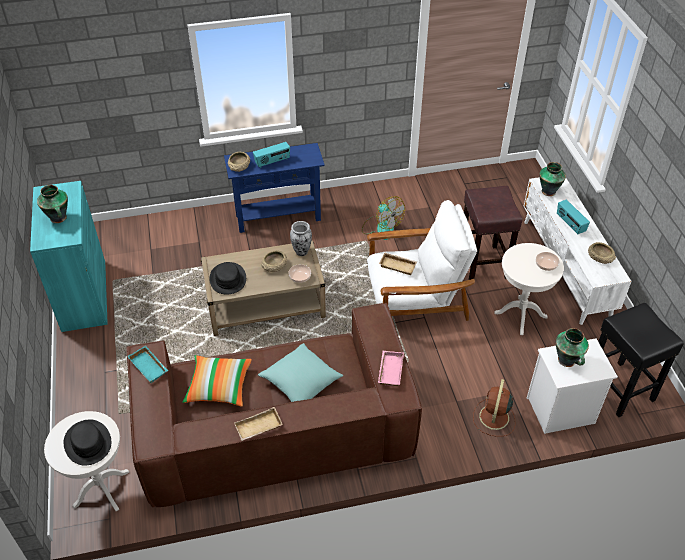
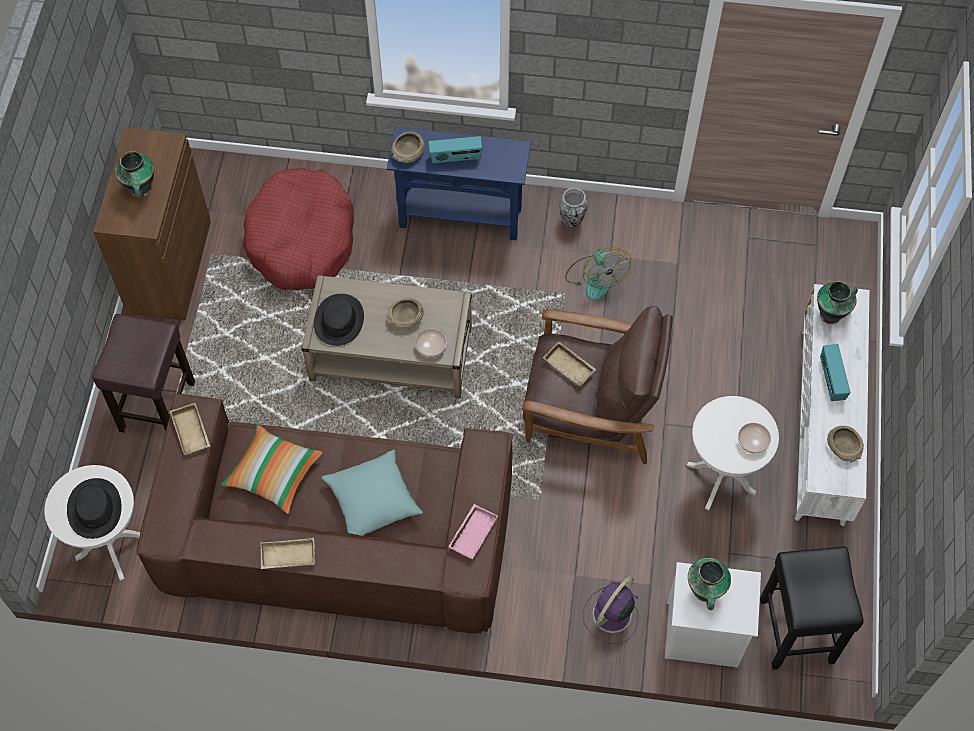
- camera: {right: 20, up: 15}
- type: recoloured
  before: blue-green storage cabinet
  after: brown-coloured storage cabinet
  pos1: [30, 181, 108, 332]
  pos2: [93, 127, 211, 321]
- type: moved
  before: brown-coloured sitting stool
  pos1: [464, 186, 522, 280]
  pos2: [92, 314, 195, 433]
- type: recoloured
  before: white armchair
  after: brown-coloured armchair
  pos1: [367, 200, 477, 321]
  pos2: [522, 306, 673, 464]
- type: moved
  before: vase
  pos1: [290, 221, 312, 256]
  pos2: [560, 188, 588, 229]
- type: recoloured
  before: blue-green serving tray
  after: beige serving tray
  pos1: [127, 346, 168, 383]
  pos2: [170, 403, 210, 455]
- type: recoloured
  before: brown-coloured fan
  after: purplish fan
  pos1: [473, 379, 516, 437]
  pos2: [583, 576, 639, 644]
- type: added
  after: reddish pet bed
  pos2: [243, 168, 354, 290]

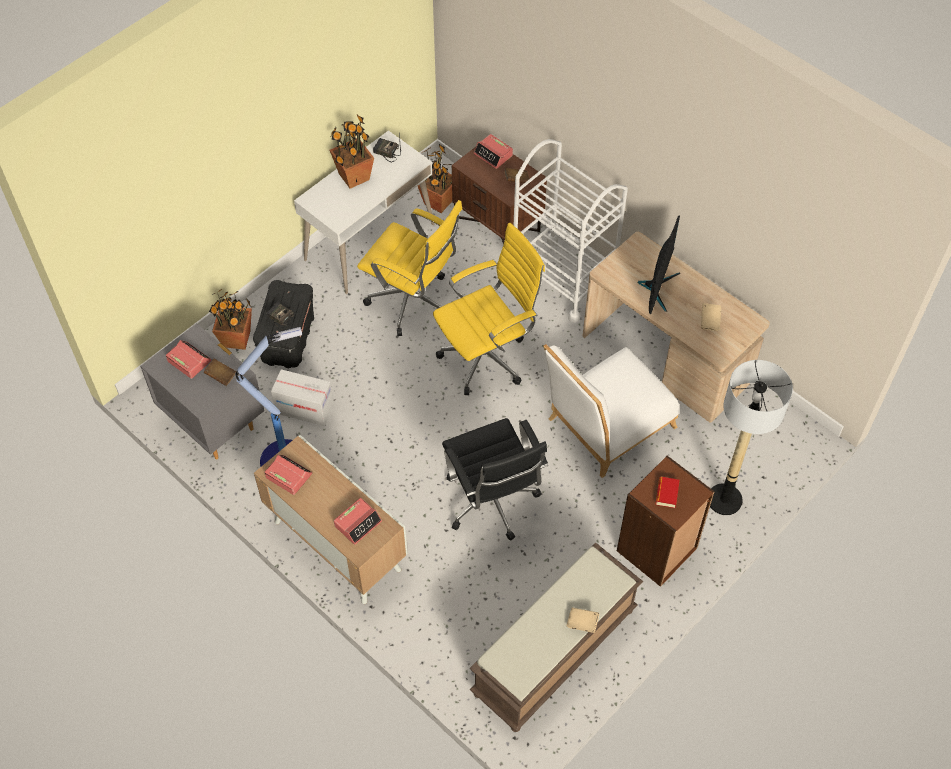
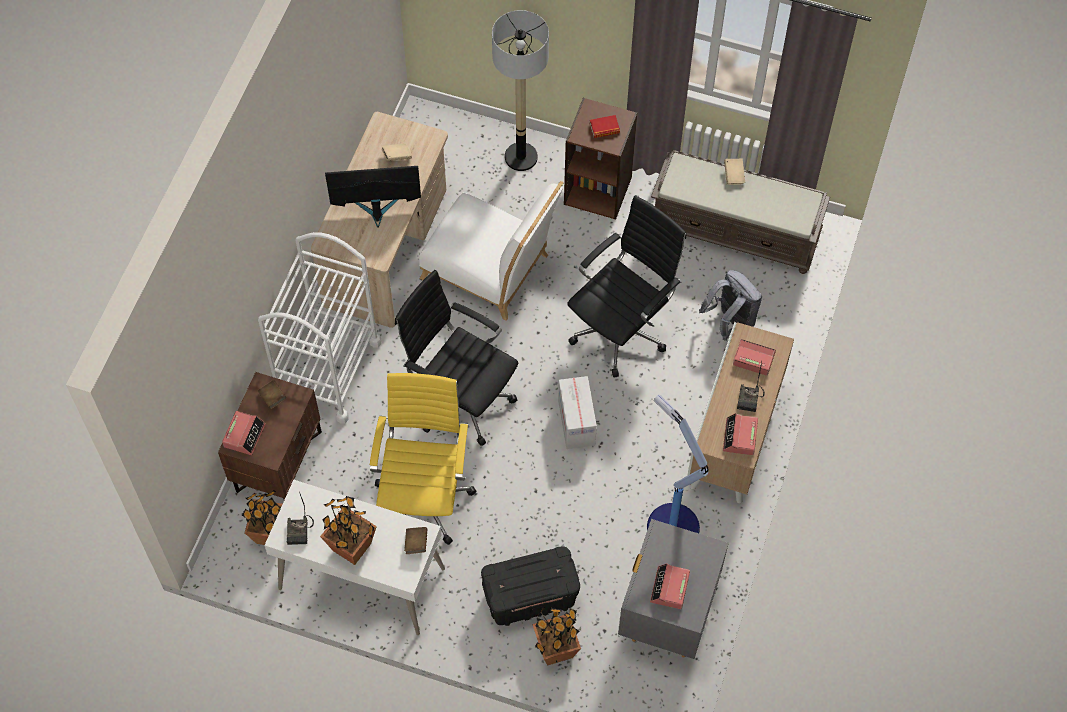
- camera: {right: -115, up: 5}
- type: recoloured
  before: yellowish office chair
  after: blackish office chair
  pos1: [433, 223, 545, 395]
  pos2: [395, 270, 518, 446]
- type: moved
  before: radio set
  pos1: [266, 302, 294, 330]
  pos2: [737, 361, 765, 412]
- type: moved
  before: brown-coloured bound book
  pos1: [204, 359, 236, 386]
  pos2: [404, 527, 428, 554]
- type: moved
  before: packing box
  pos1: [271, 369, 334, 426]
  pos2: [558, 376, 597, 449]
- type: added
  after: grey rucksack
  pos2: [699, 270, 762, 341]

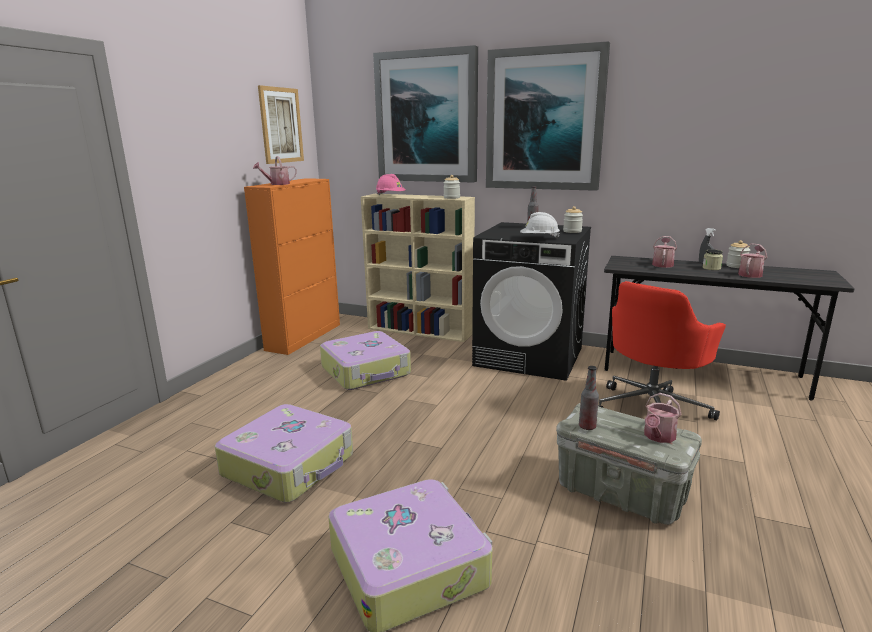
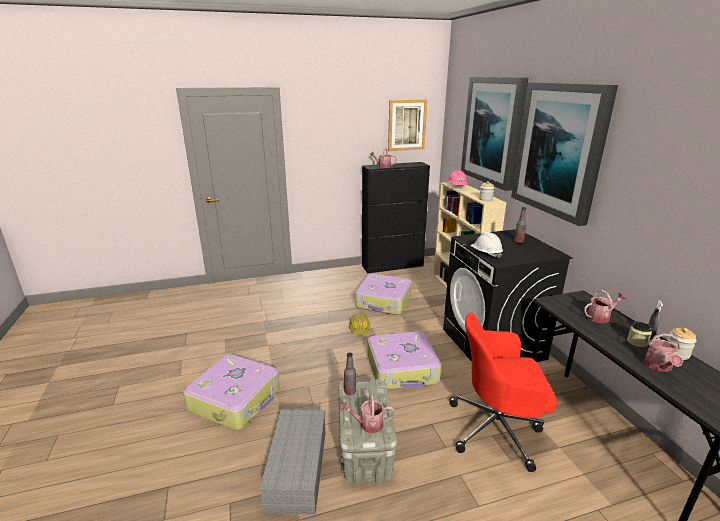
- camera: {right: 50, up: 5}
- type: recoloured
  before: orange-coloured storage cabinet
  after: blackish storage cabinet
  pos1: [244, 178, 340, 355]
  pos2: [362, 162, 430, 273]
- type: removed
  before: storage jar
  pos1: [563, 206, 583, 233]
- type: turned
  before: sprinkling can
  pos1: [738, 243, 767, 278]
  pos2: [644, 333, 684, 372]
  turn: 105
- type: moved
  before: suitcase
  pos1: [215, 404, 353, 502]
  pos2: [367, 331, 442, 390]
- type: added
  after: safety helmet
  pos2: [349, 313, 370, 335]
- type: added
  after: grey storage bin
  pos2: [259, 410, 325, 515]

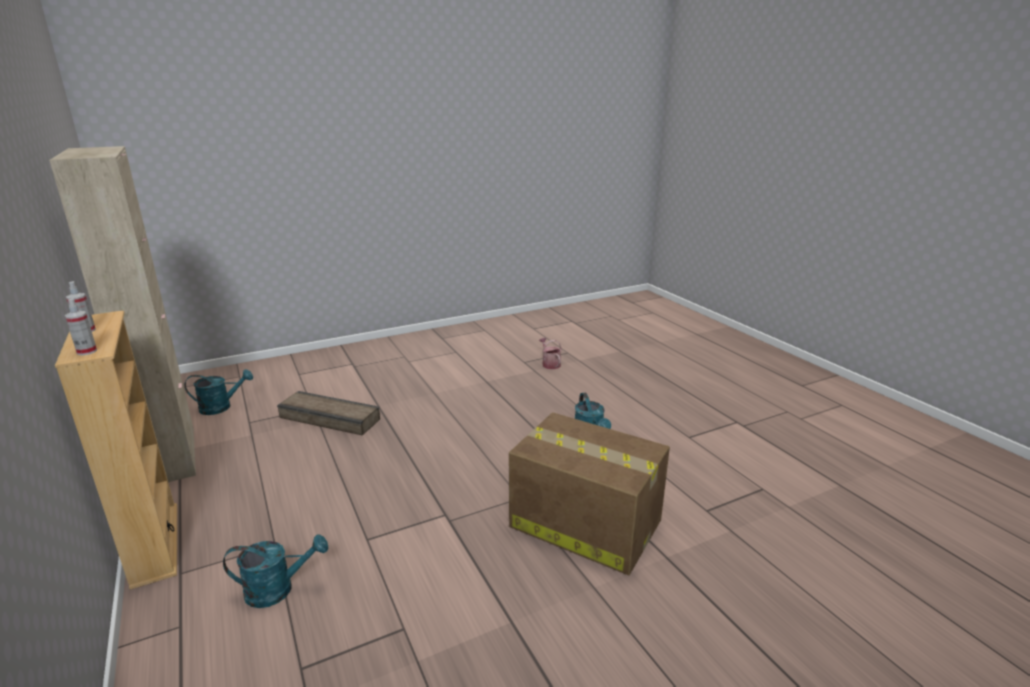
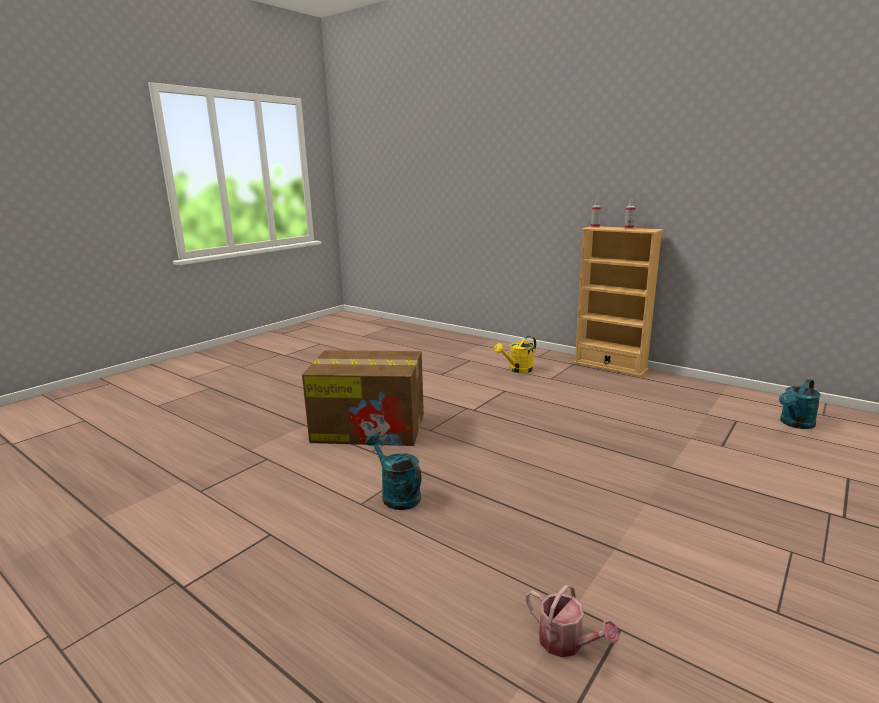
- camera: {right: 155, up: -5}
- type: removed
  before: beige storage cabinet
  pos1: [49, 146, 196, 482]
- type: removed
  before: crate
  pos1: [277, 391, 380, 435]
- type: recoloured
  before: blue-green sprinkling can
  after: yellowish sprinkling can
  pos1: [223, 535, 328, 608]
  pos2: [494, 336, 536, 373]

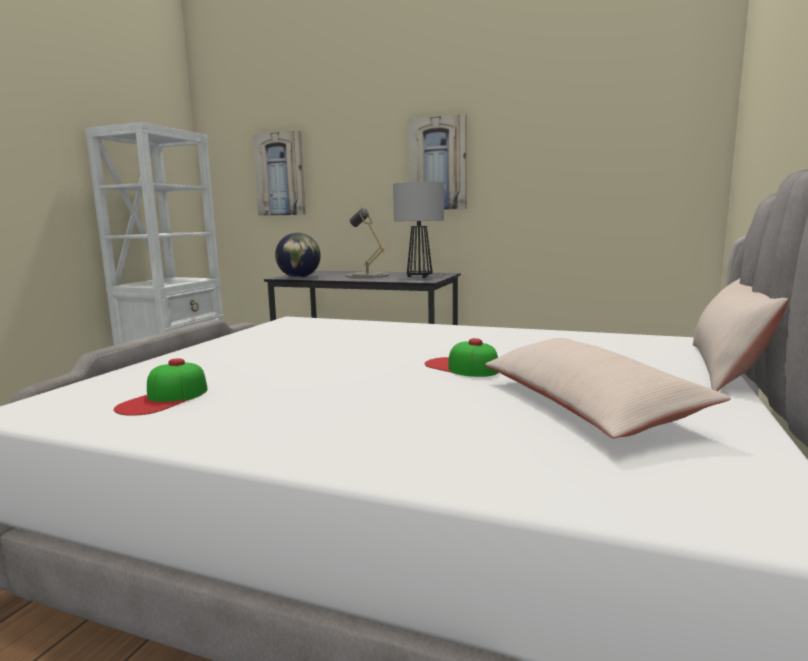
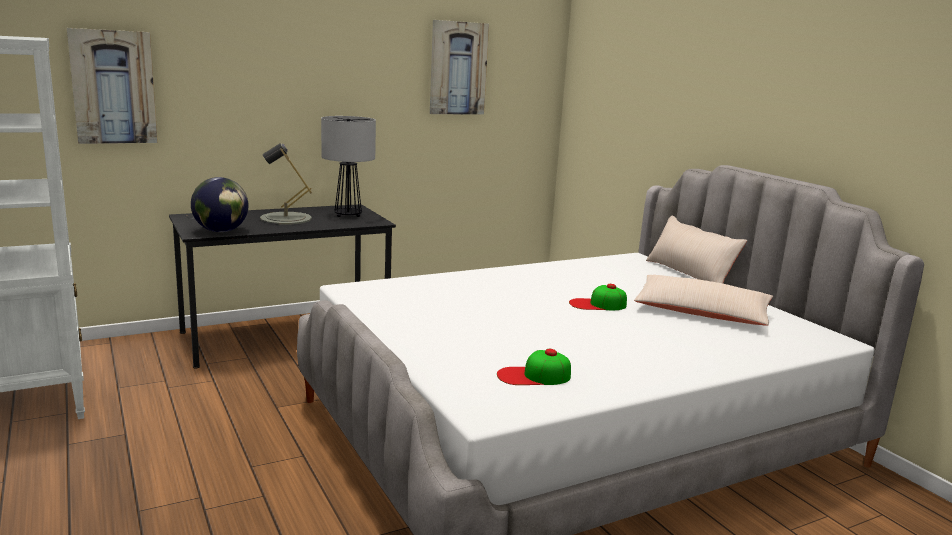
- camera: {right: -50, up: 5}
- type: moved
  before: wall art
  pos1: [408, 114, 467, 210]
  pos2: [430, 20, 489, 115]
- type: turned
  before: peaked cap
  pos1: [114, 358, 208, 416]
  pos2: [497, 349, 571, 385]
  turn: 105

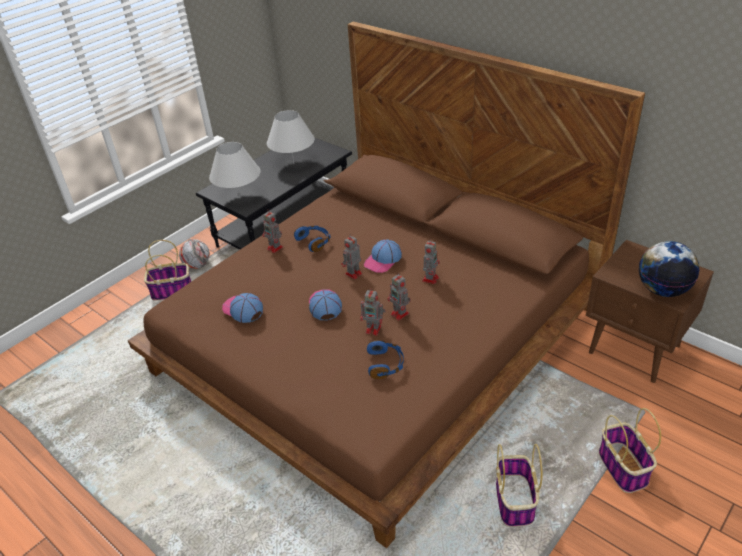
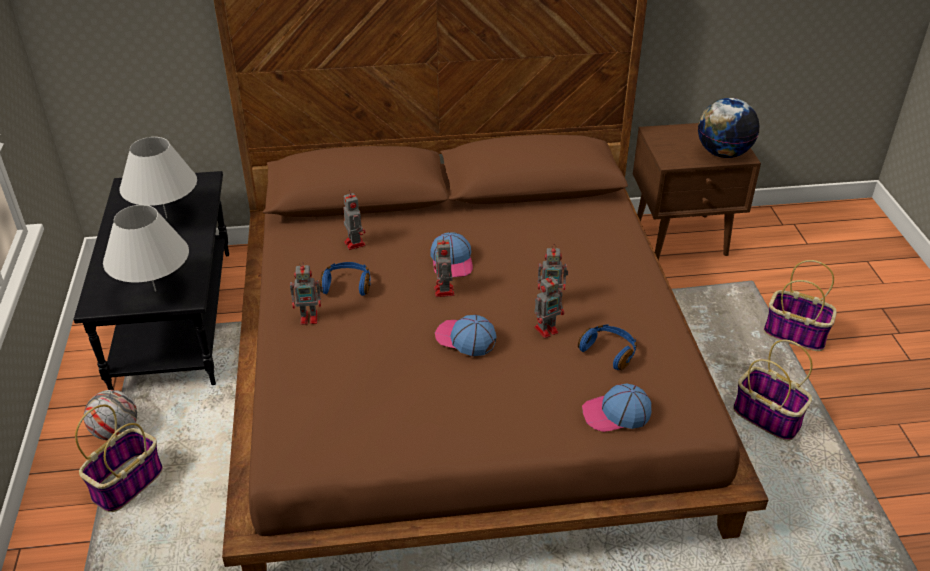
- camera: {right: -50, up: 0}
- type: moved
  before: model robot
  pos1: [422, 238, 440, 284]
  pos2: [343, 190, 366, 250]
- type: moved
  before: peaked cap
  pos1: [222, 293, 263, 323]
  pos2: [582, 383, 651, 432]

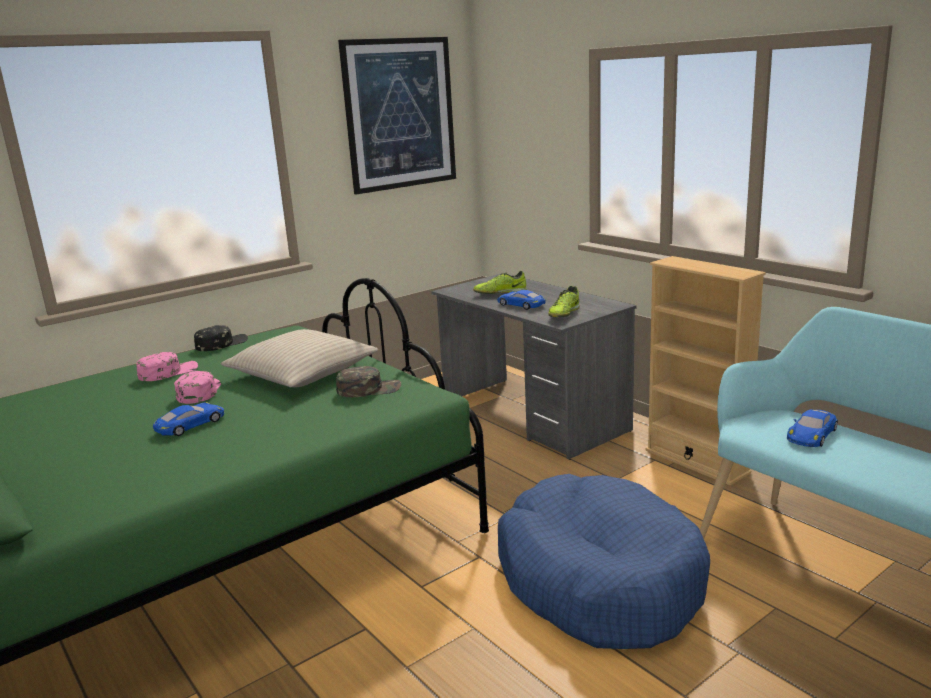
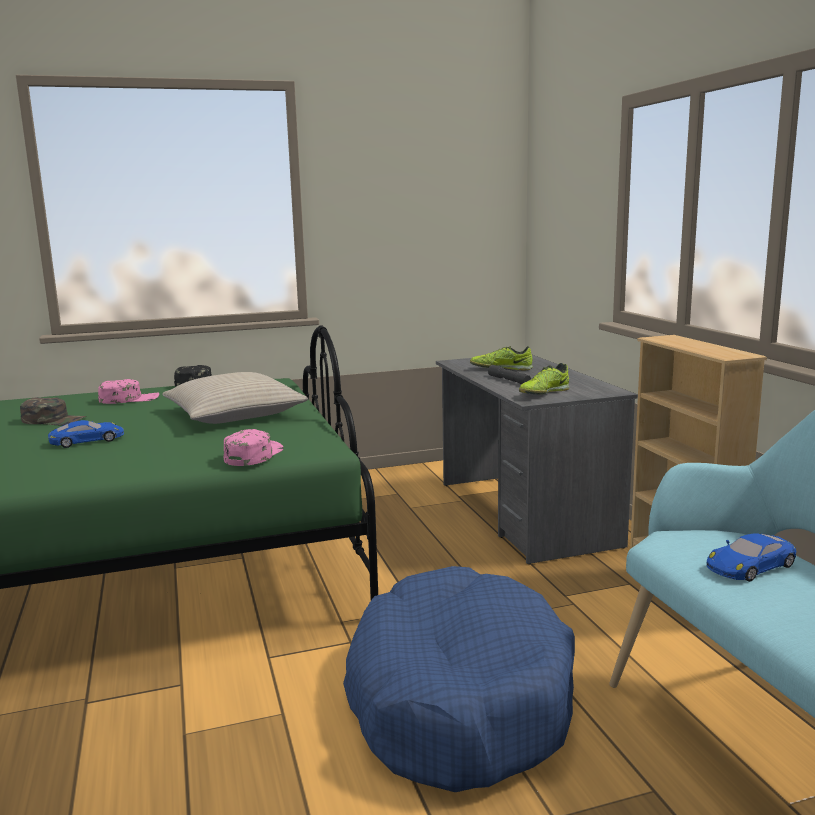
- camera: {right: 20, up: -5}
- type: removed
  before: wall art
  pos1: [338, 37, 456, 195]
- type: replaced
  before: bluish miniature car
  after: grey hand torch
  pos1: [497, 290, 545, 310]
  pos2: [488, 365, 531, 384]
- type: moved
  before: greenish peaked cap
  pos1: [336, 366, 401, 397]
  pos2: [20, 397, 87, 426]
- type: moved
  before: pinkish peaked cap
  pos1: [174, 371, 221, 404]
  pos2: [223, 429, 284, 466]

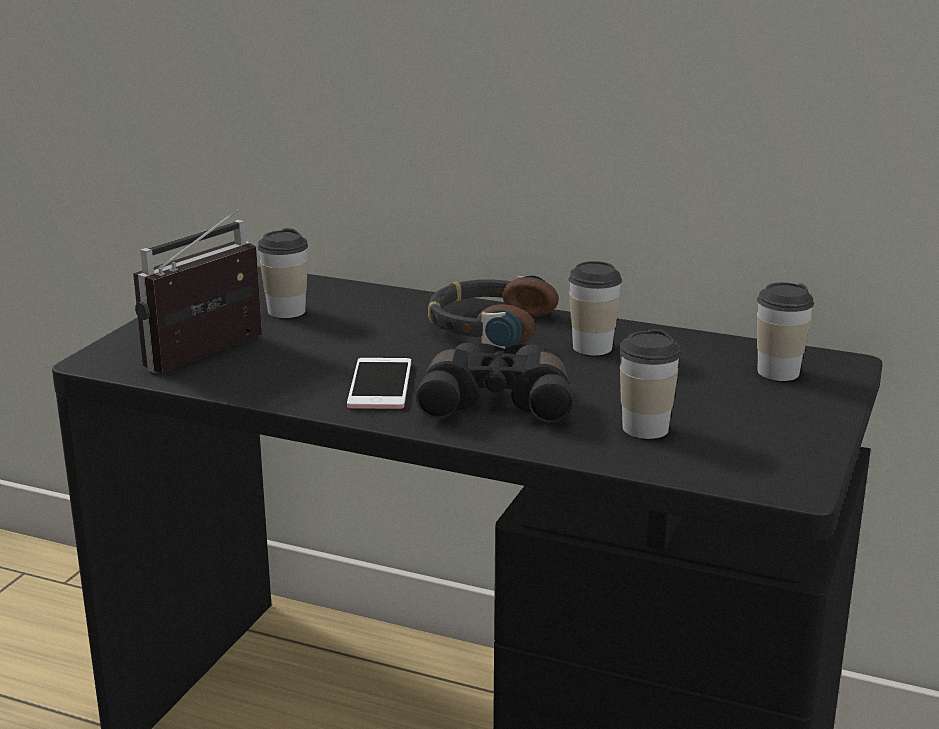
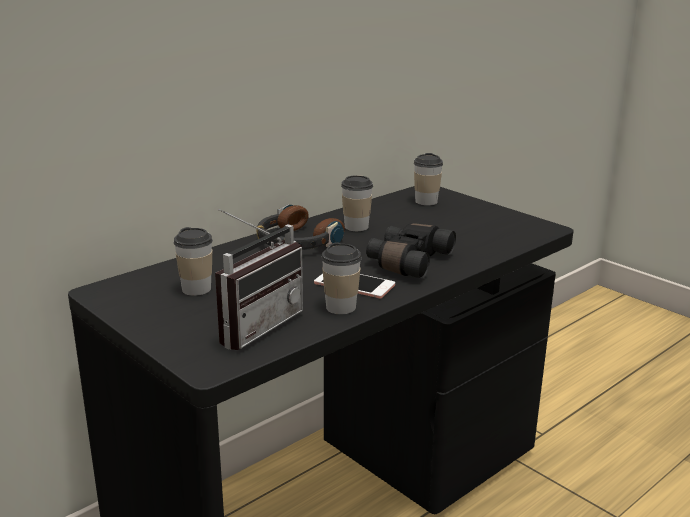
- camera: {right: -65, up: 0}
- type: turned
  before: radio set
  pos1: [133, 208, 262, 373]
  pos2: [215, 209, 303, 350]
  turn: -120
- type: moved
  before: small cup
  pos1: [619, 329, 681, 439]
  pos2: [321, 242, 362, 314]

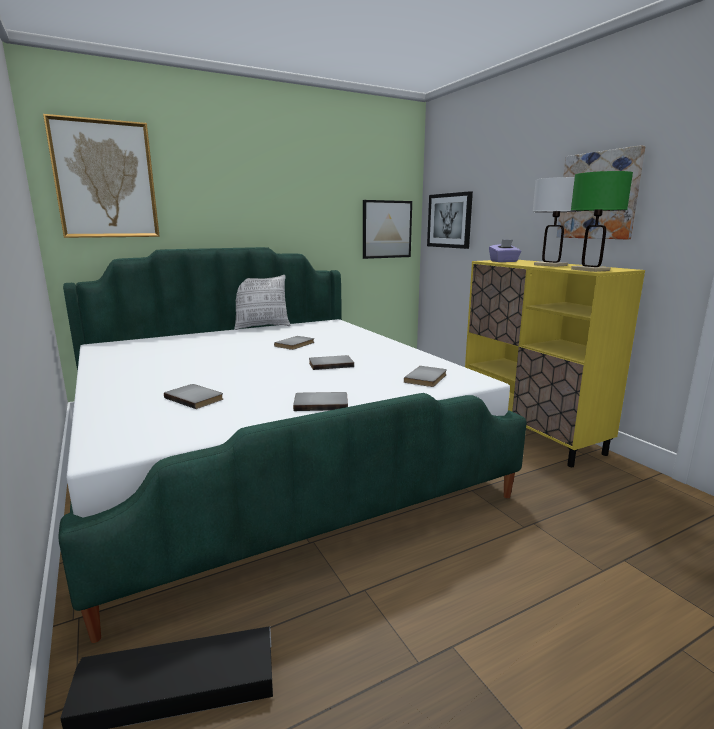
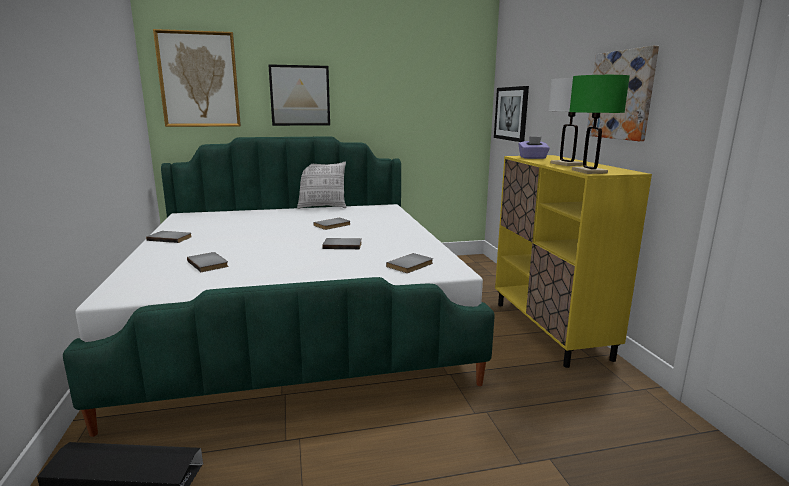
- camera: {right: 15, up: 0}
- type: moved
  before: wall art
  pos1: [363, 200, 412, 259]
  pos2: [268, 64, 330, 126]
- type: moved
  before: grey bound book
  pos1: [293, 392, 348, 411]
  pos2: [146, 231, 191, 243]

